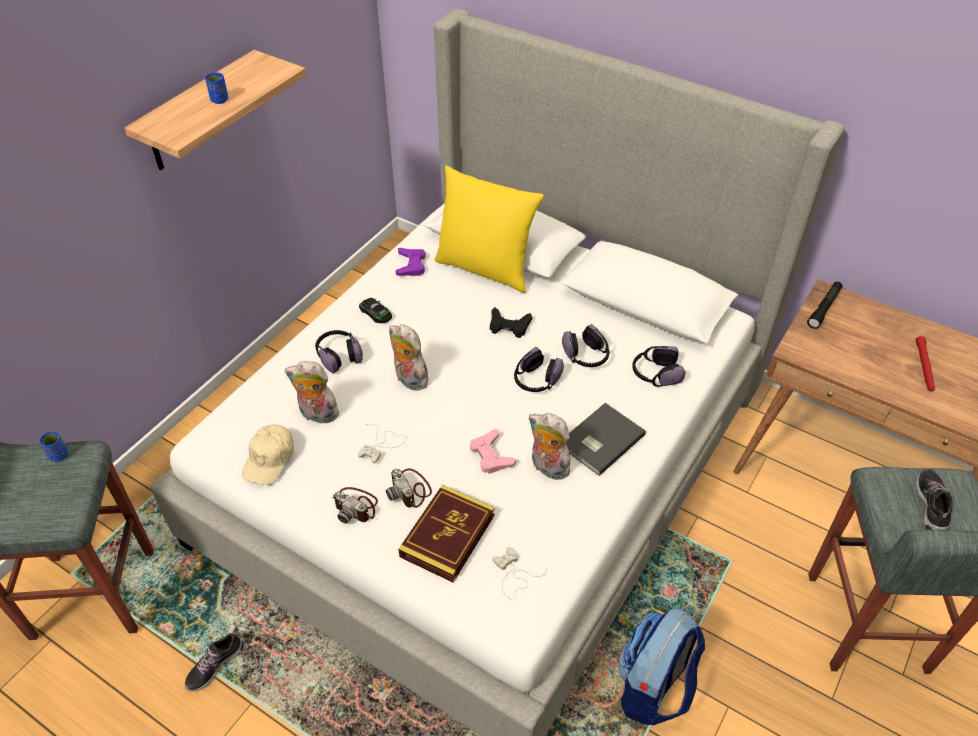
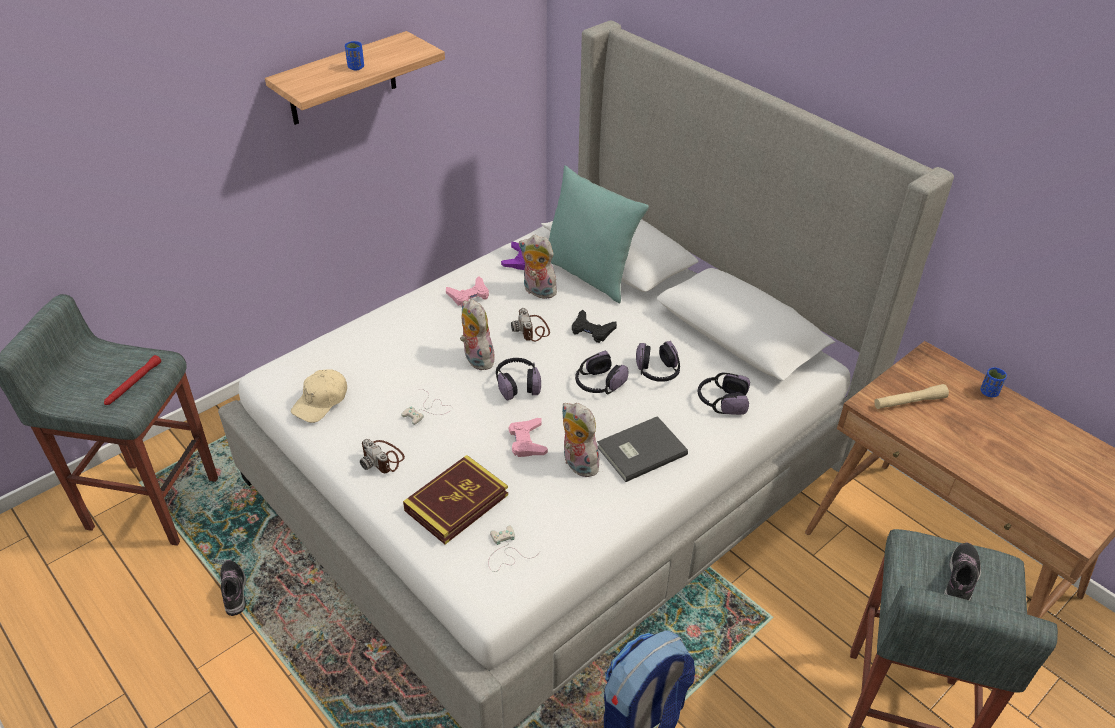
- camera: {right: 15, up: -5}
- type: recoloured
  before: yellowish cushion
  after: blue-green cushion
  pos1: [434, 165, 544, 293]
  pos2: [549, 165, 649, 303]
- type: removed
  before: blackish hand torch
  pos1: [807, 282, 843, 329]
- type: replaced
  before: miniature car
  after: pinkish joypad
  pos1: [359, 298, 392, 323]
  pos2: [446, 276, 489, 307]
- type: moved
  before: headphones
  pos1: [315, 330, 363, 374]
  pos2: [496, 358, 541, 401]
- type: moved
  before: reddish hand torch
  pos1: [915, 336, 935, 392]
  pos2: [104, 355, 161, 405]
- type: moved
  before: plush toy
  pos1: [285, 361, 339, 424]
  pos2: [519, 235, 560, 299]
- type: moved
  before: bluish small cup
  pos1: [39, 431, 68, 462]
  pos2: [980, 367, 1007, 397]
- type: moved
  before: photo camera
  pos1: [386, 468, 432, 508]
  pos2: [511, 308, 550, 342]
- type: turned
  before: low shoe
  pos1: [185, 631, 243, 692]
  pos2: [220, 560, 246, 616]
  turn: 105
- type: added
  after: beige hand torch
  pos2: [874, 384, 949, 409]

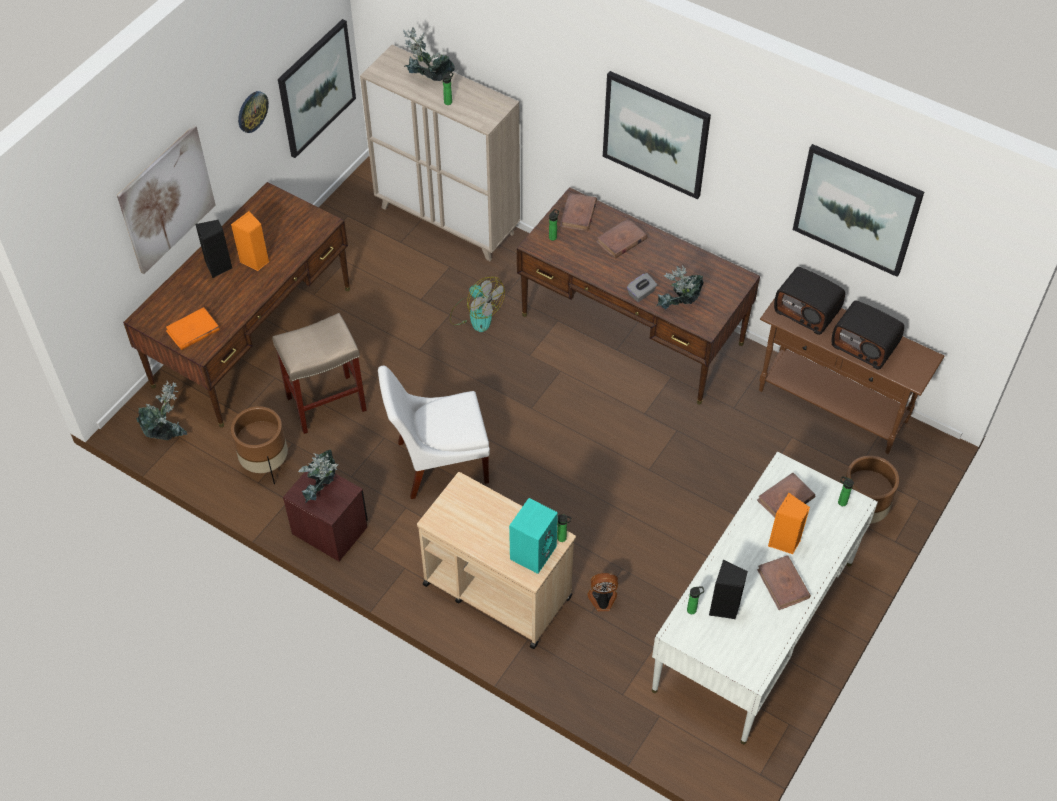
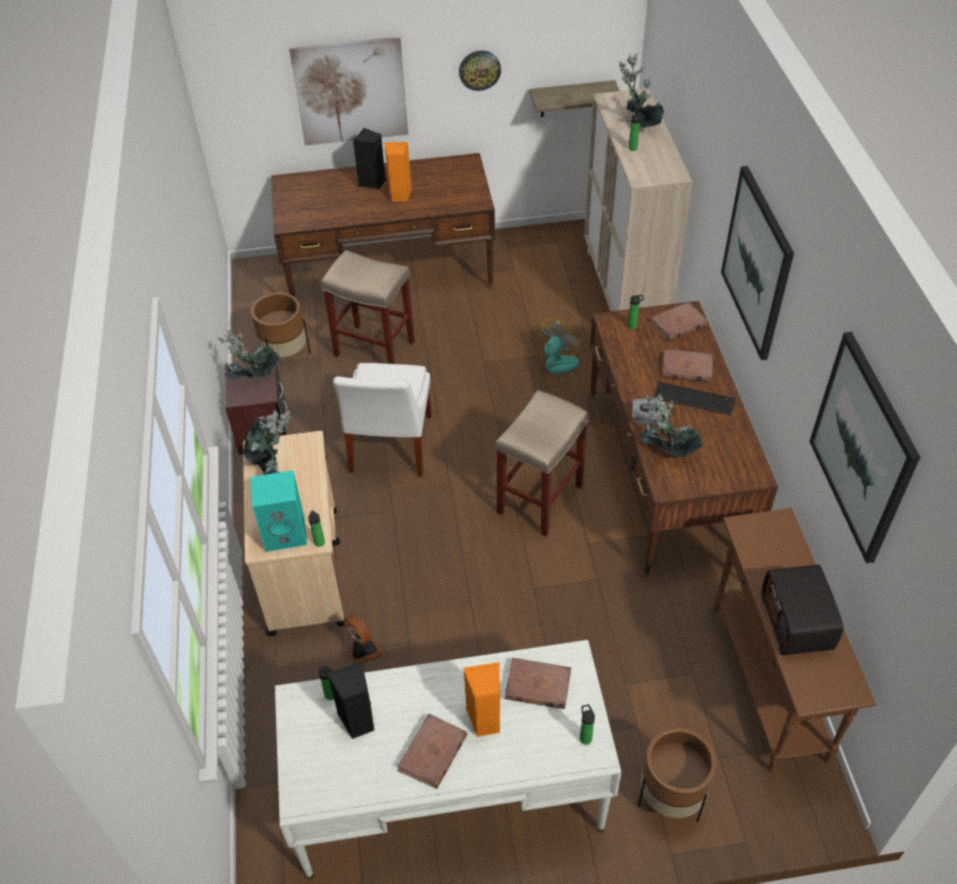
- camera: {right: 50, up: -5}
- type: replaced
  before: wall art
  after: shelf
  pos1: [278, 19, 356, 158]
  pos2: [529, 80, 620, 117]
- type: removed
  before: radio set
  pos1: [774, 267, 845, 335]
- type: turned
  before: fan
  pos1: [450, 277, 505, 332]
  pos2: [536, 318, 581, 388]
  turn: -150
- type: removed
  before: orange-coloured bound book
  pos1: [166, 307, 220, 350]
- type: turned
  before: white chair
  pos1: [378, 365, 490, 499]
  pos2: [333, 363, 431, 477]
  turn: -120
- type: moved
  before: potted plant
  pos1: [136, 381, 188, 440]
  pos2: [243, 410, 291, 475]
- type: added
  after: computer keyboard
  pos2: [654, 382, 736, 415]
- type: added
  after: beige sitting stool
  pos2: [495, 390, 589, 537]

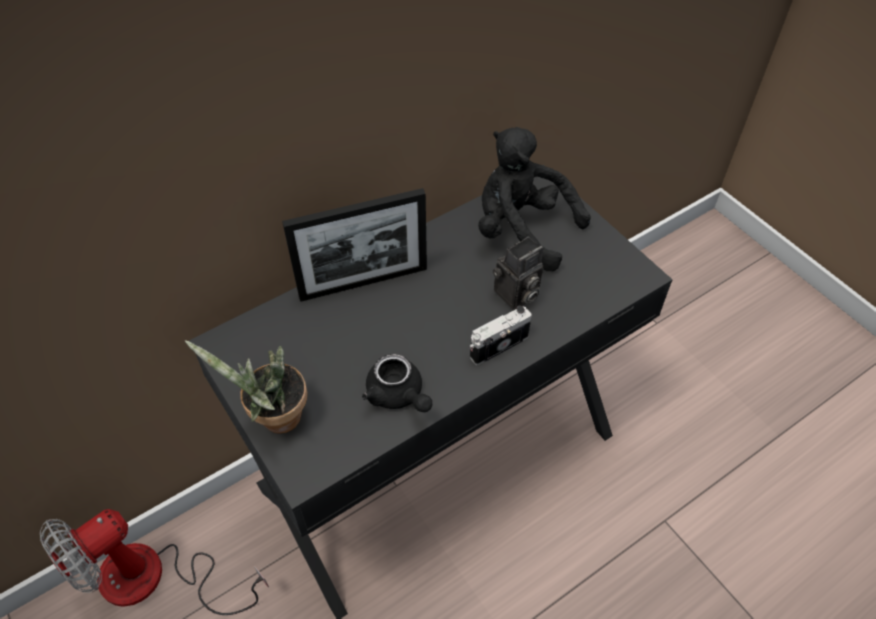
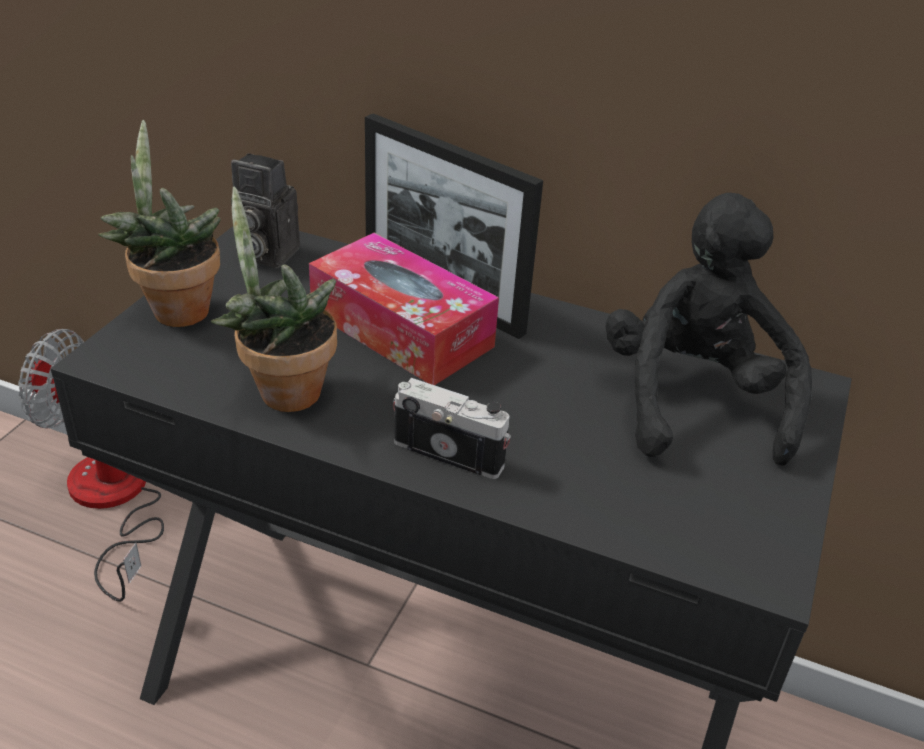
- camera: {right: 55, up: -15}
- type: moved
  before: photo camera
  pos1: [493, 237, 543, 310]
  pos2: [231, 153, 300, 268]
- type: replaced
  before: blackish teapot
  after: potted plant
  pos1: [362, 354, 432, 412]
  pos2: [211, 186, 337, 412]
- type: added
  after: tissue holder
  pos2: [309, 233, 499, 385]

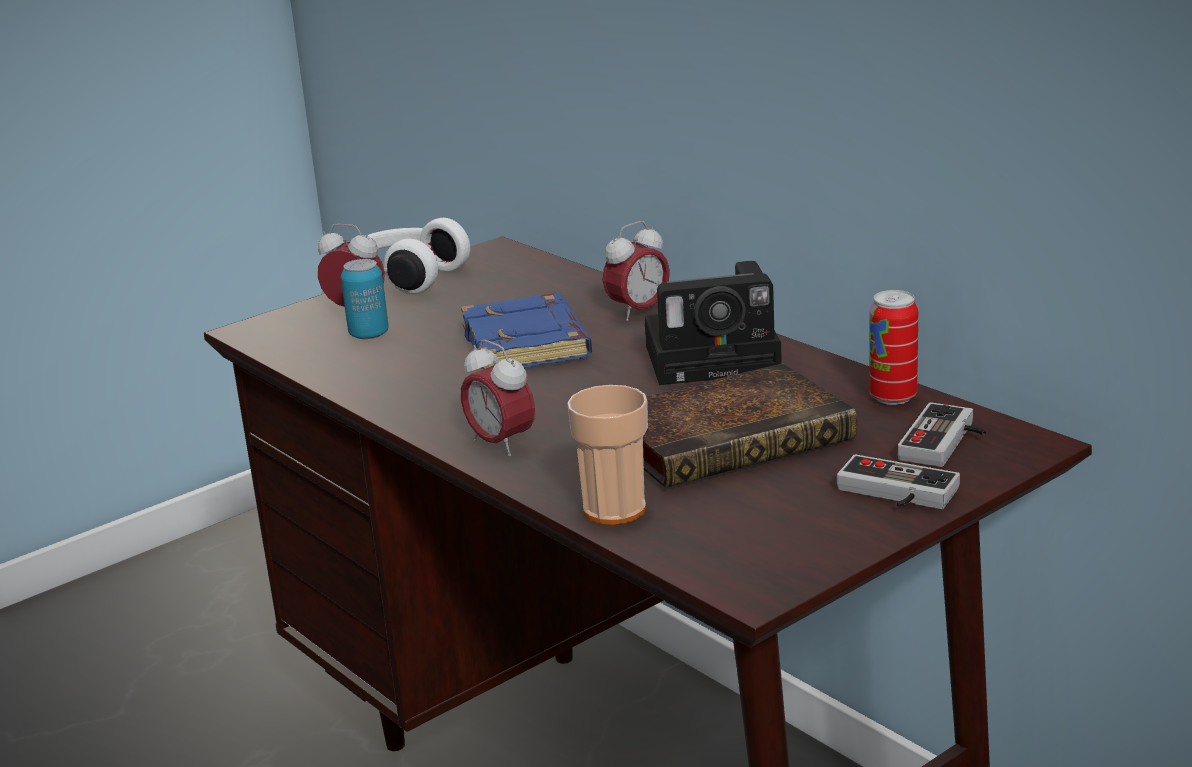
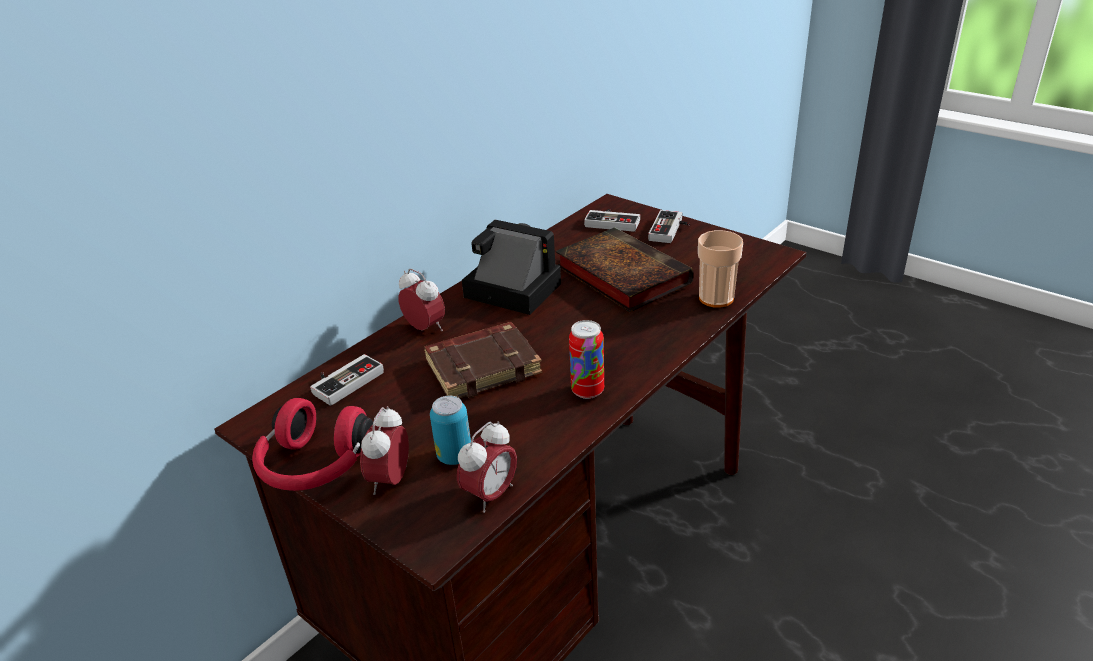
- camera: {right: -100, up: 10}
- type: recoloured
  before: white headphones
  after: reddish headphones
  pos1: [368, 218, 470, 294]
  pos2: [252, 398, 373, 491]
- type: turned
  before: photo camera
  pos1: [644, 261, 782, 385]
  pos2: [462, 220, 561, 315]
  turn: -45
- type: moved
  before: can
  pos1: [869, 290, 918, 405]
  pos2: [569, 320, 604, 399]
- type: recoloured
  before: bluish bound book
  after: brown-coloured bound book
  pos1: [461, 293, 592, 369]
  pos2: [424, 322, 542, 398]
- type: moved
  before: table clock
  pos1: [461, 340, 535, 457]
  pos2: [457, 421, 517, 513]
- type: added
  after: joypad
  pos2: [310, 354, 384, 406]

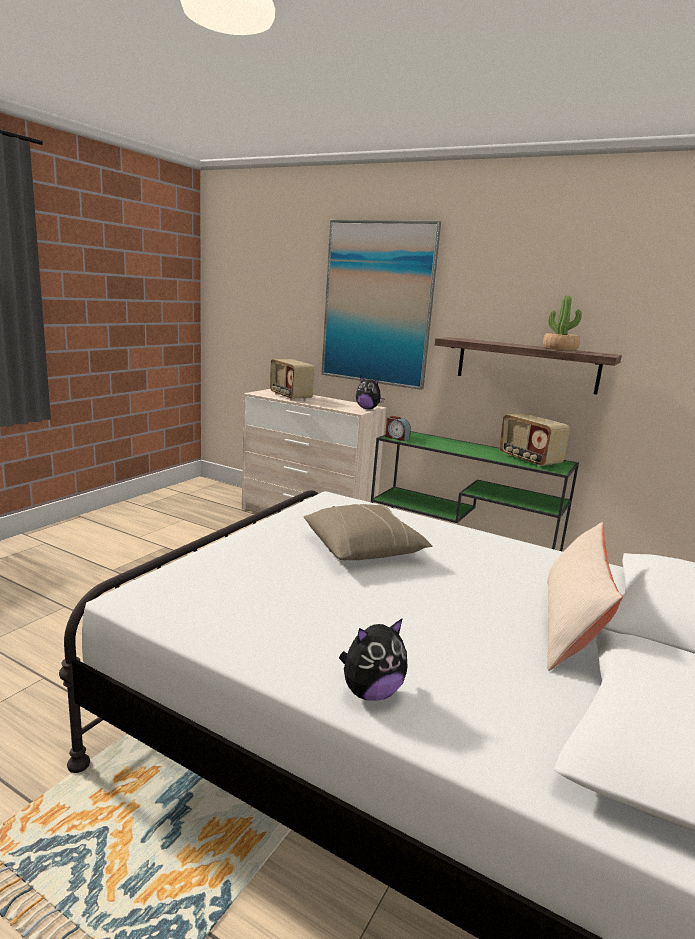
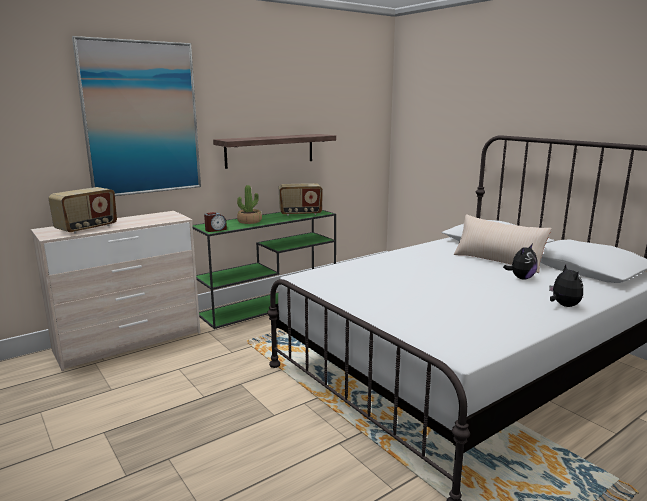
- camera: {right: -65, up: 0}
- type: moved
  before: potted plant
  pos1: [543, 296, 582, 351]
  pos2: [237, 185, 262, 224]
- type: turned
  before: radio set
  pos1: [270, 359, 315, 400]
  pos2: [48, 187, 117, 234]
  turn: -45
- type: moved
  before: plush toy
  pos1: [356, 377, 385, 409]
  pos2: [503, 244, 538, 280]
- type: removed
  before: beige cushion
  pos1: [304, 504, 432, 560]

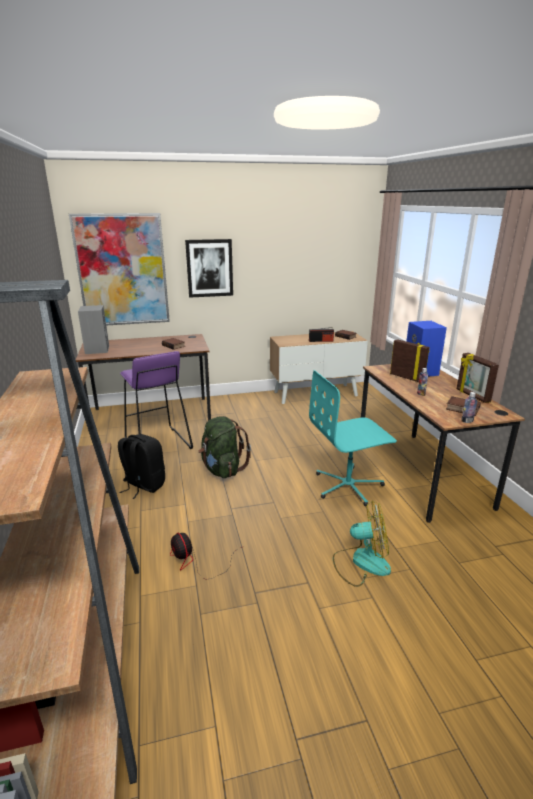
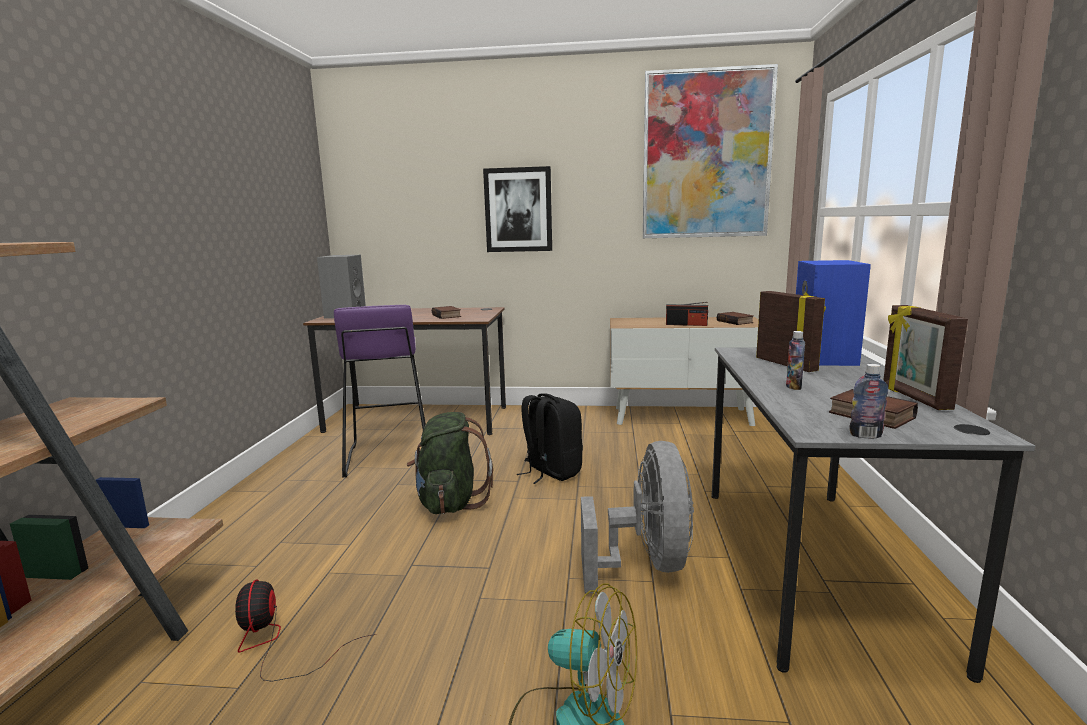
- camera: {right: 20, up: -10}
- type: moved
  before: wall art
  pos1: [69, 213, 170, 325]
  pos2: [643, 64, 778, 238]
- type: recoloured
  before: brown-coloured desk
  after: grey desk
  pos1: [361, 364, 525, 523]
  pos2: [711, 347, 1035, 683]
- type: replaced
  before: blue-green office chair
  after: grey fan
  pos1: [309, 370, 397, 506]
  pos2: [581, 441, 694, 593]
- type: moved
  before: blackish rucksack
  pos1: [118, 434, 165, 499]
  pos2: [517, 393, 583, 484]

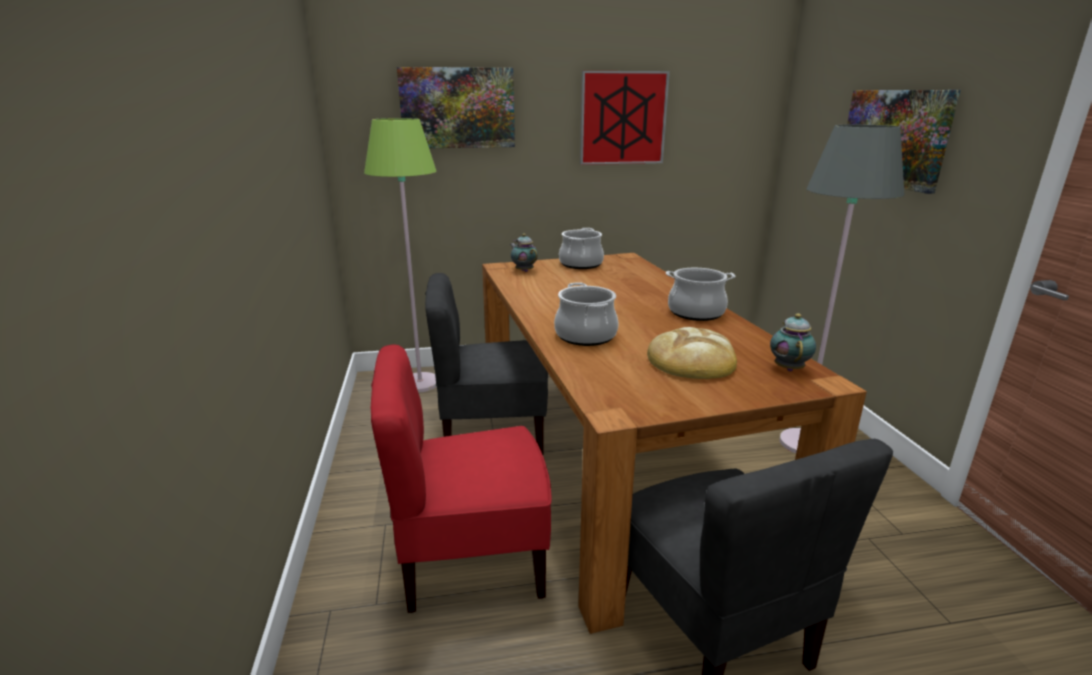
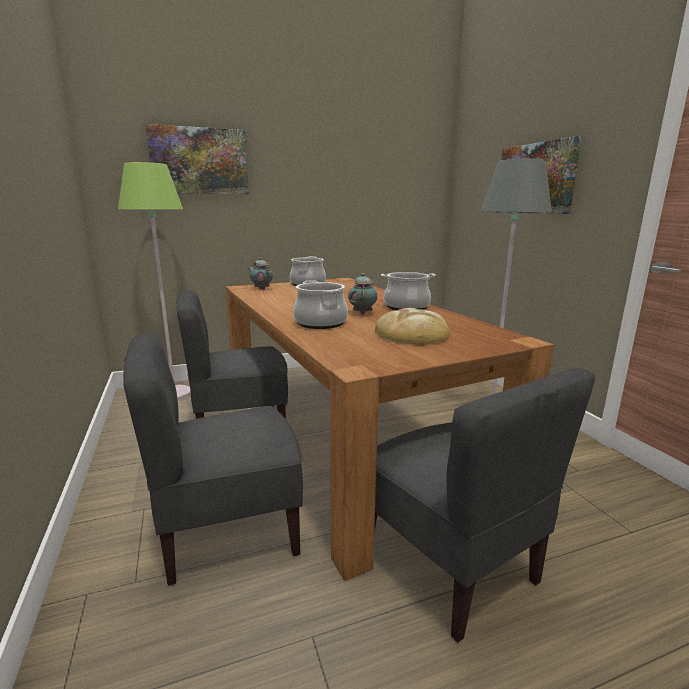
- camera: {right: -10, up: -5}
- type: removed
  before: wall art
  pos1: [580, 71, 670, 165]
- type: moved
  before: teapot
  pos1: [770, 313, 816, 371]
  pos2: [348, 273, 377, 315]
- type: recoloured
  before: reddish chair
  after: grey chair
  pos1: [371, 345, 552, 613]
  pos2: [123, 333, 303, 586]

